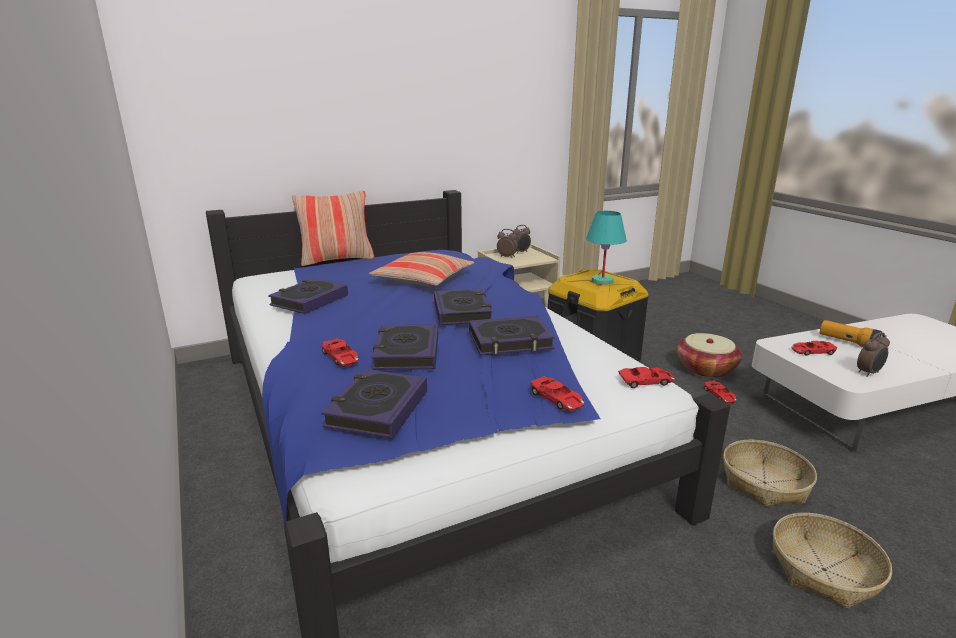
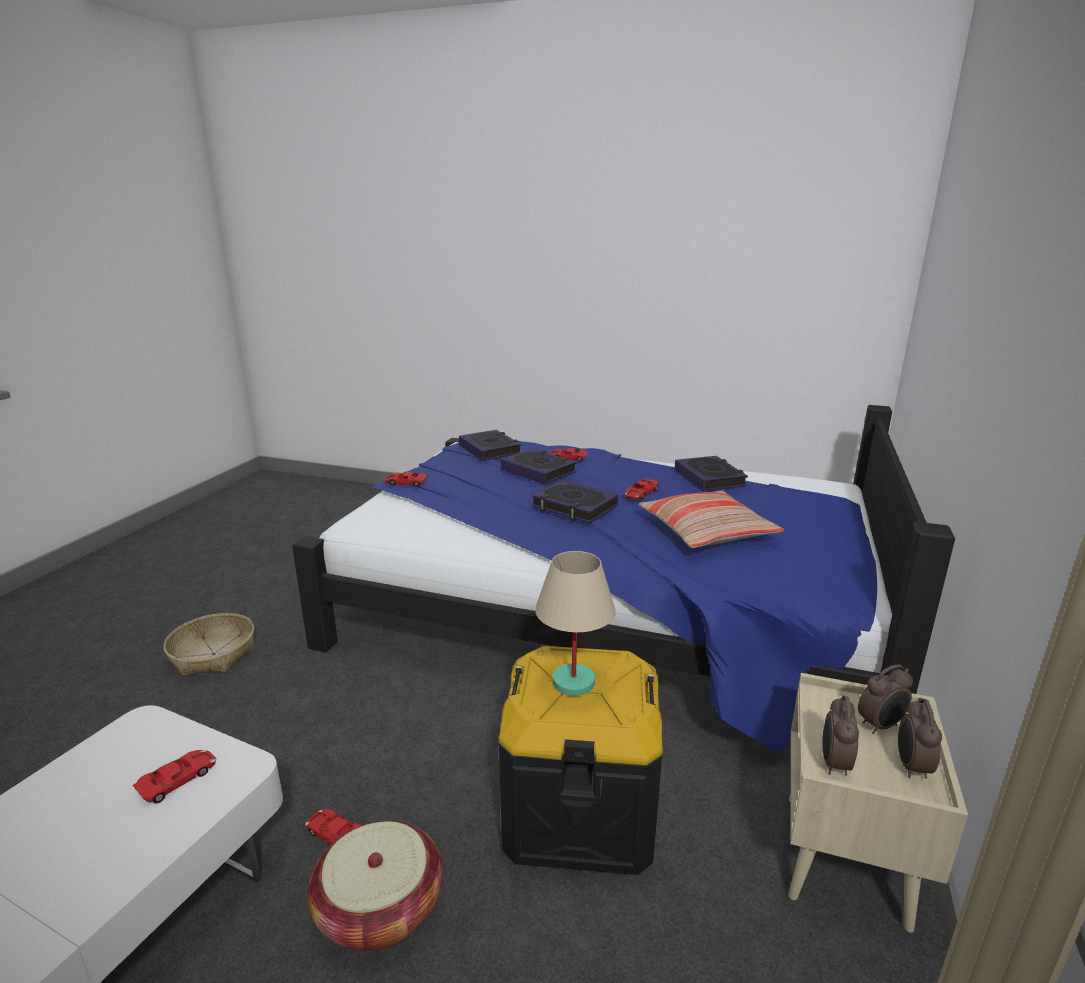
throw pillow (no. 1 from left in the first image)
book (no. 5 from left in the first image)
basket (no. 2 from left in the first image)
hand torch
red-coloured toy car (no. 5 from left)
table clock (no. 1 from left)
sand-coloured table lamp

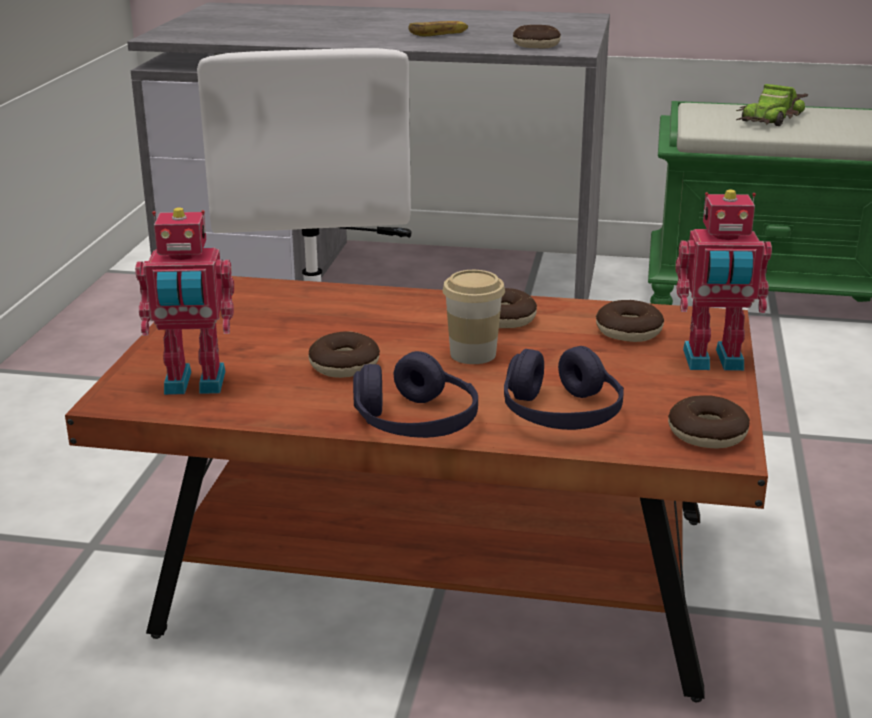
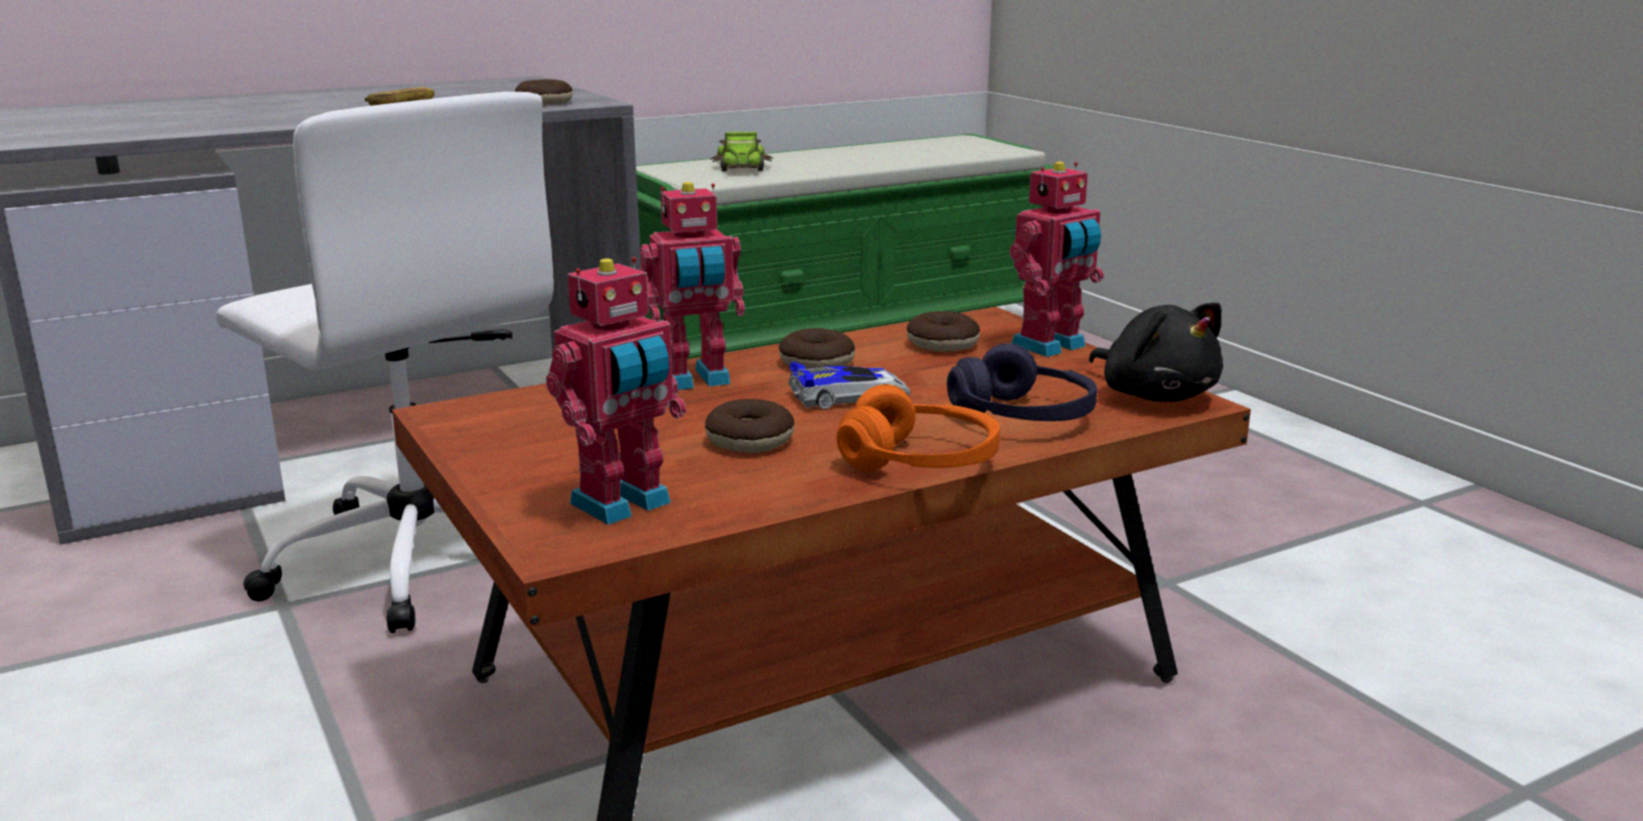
model robot (no. 2 from left)
toy car (no. 2 from left)
black cuddly toy
orange headphones

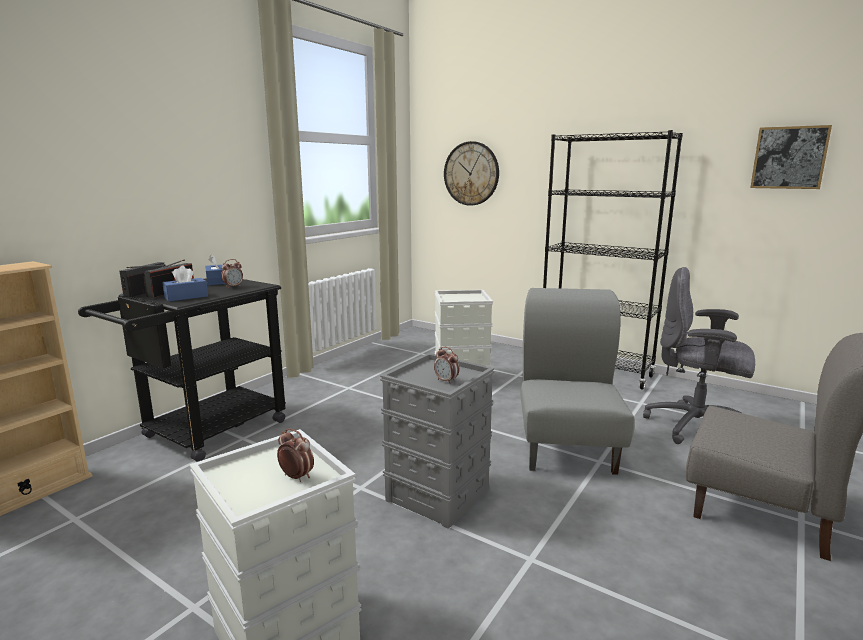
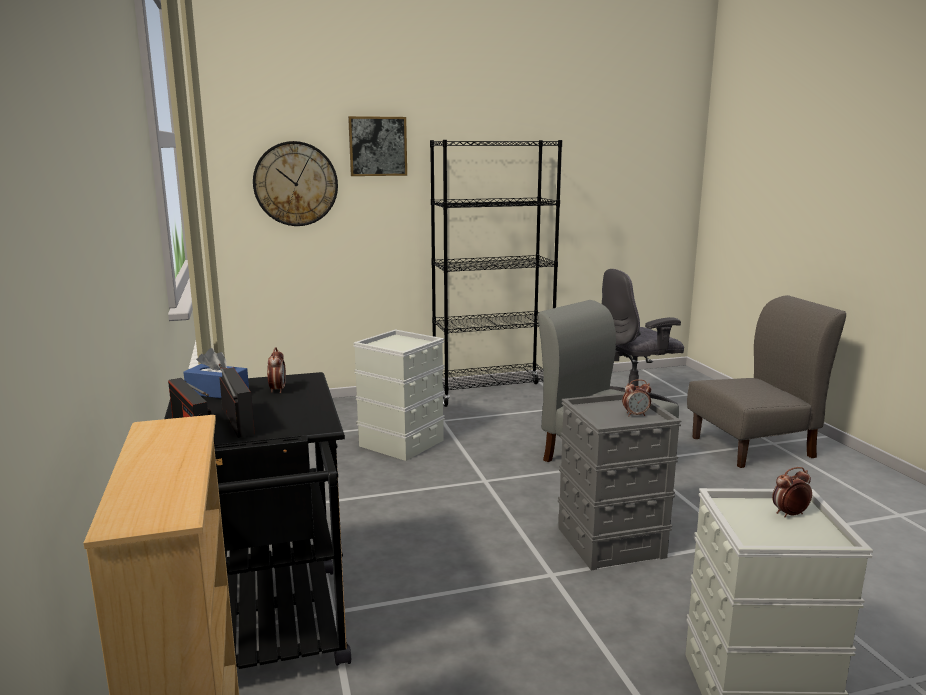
blue box of tissues (no. 1 from left in the first image)
picture

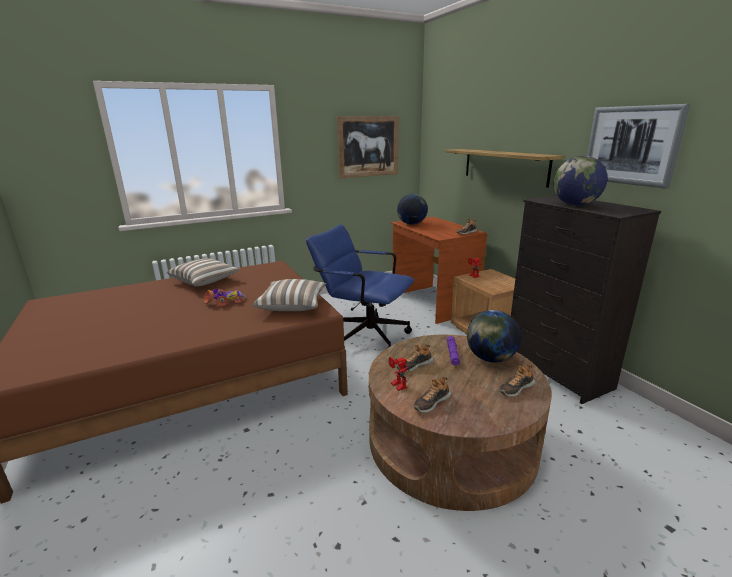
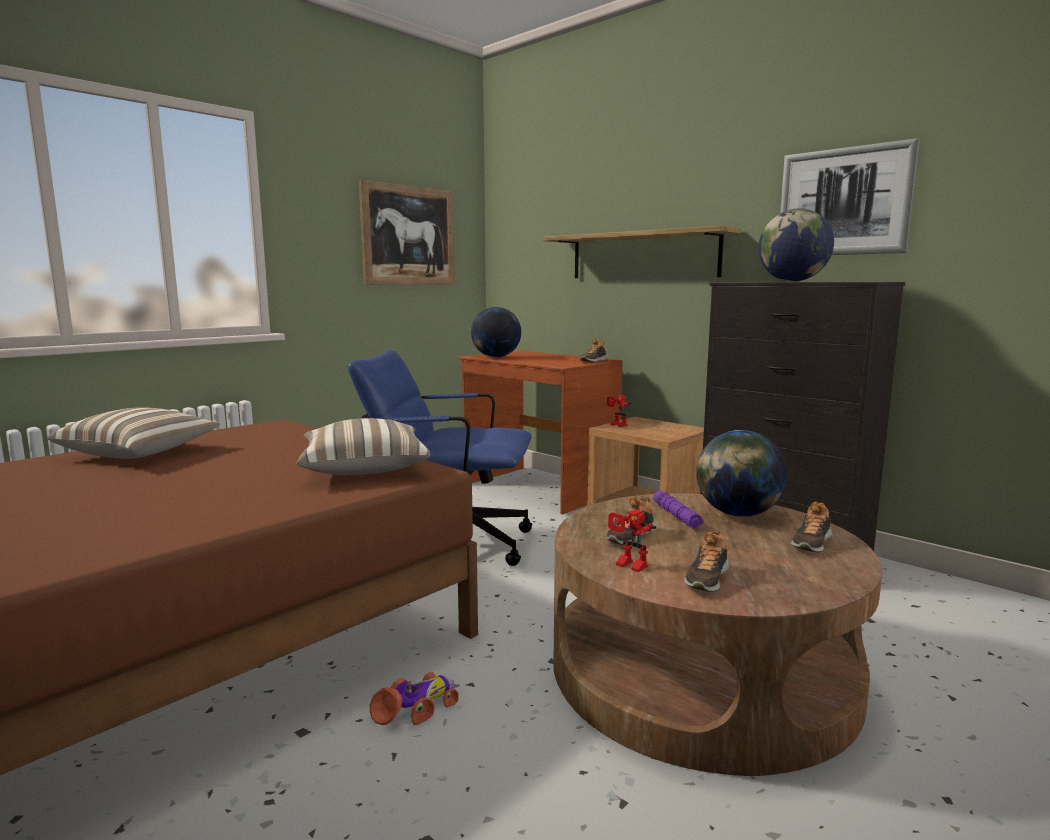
toy car

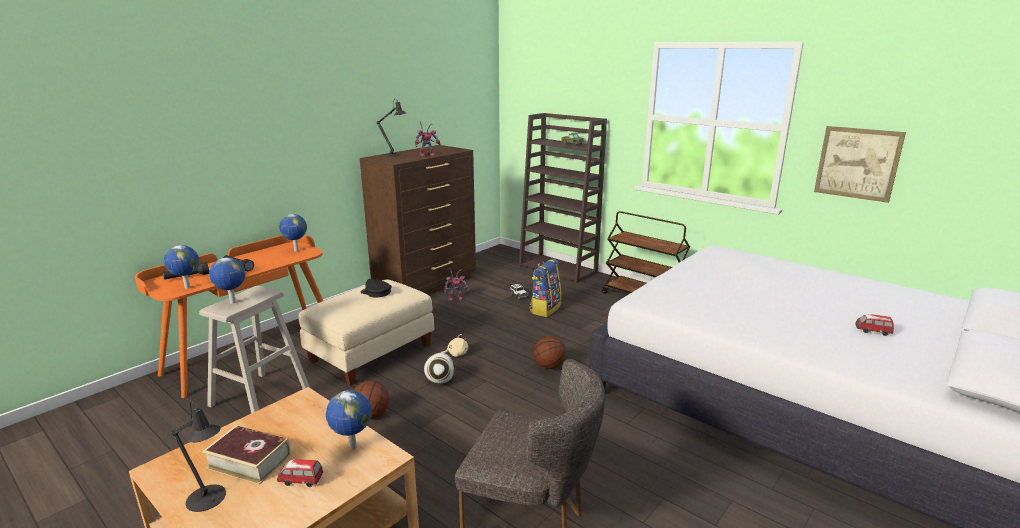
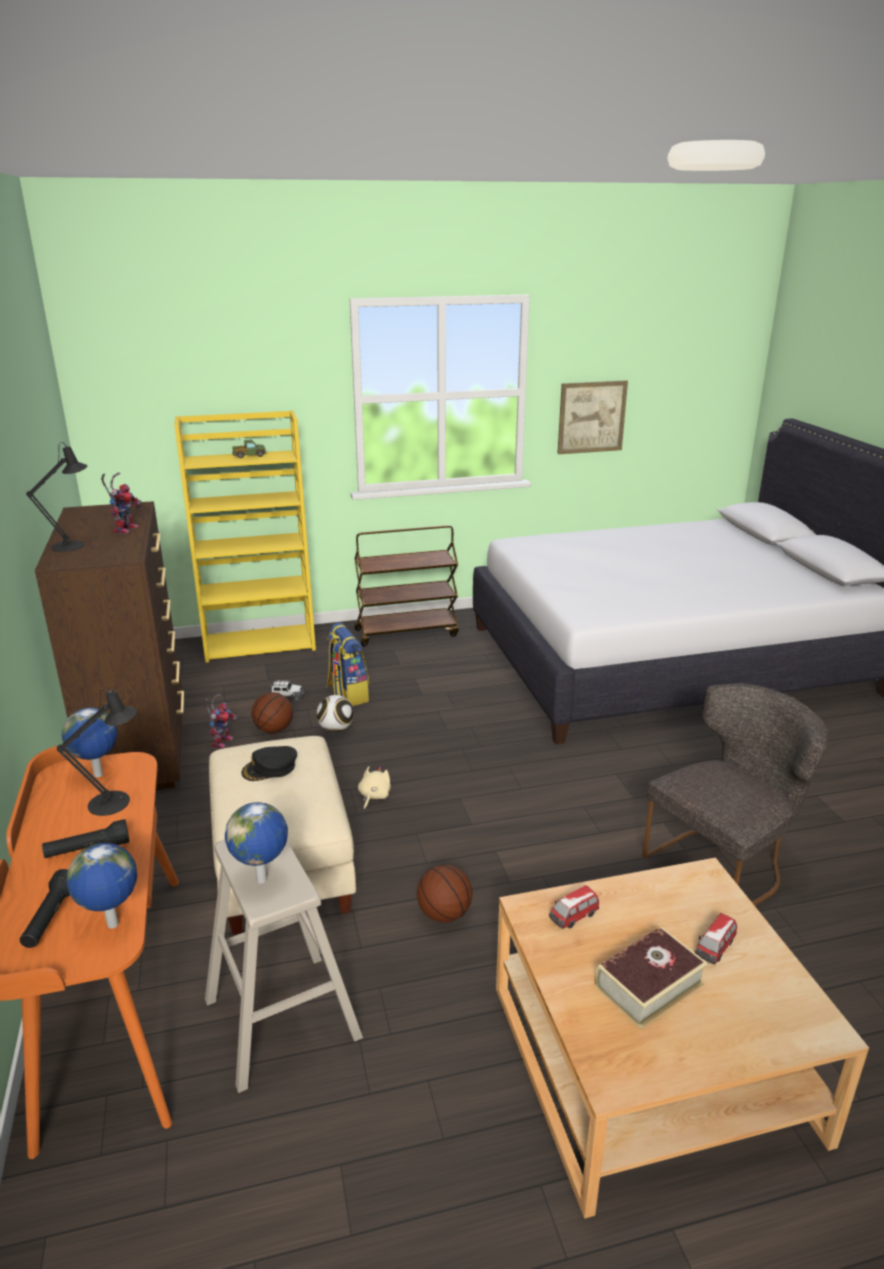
desk globe (no. 4 from left in the first image)
black table lamp (no. 2 from left)
football ball
basketball ball (no. 1 from left)
toy car (no. 2 from left)
yellow shelving unit

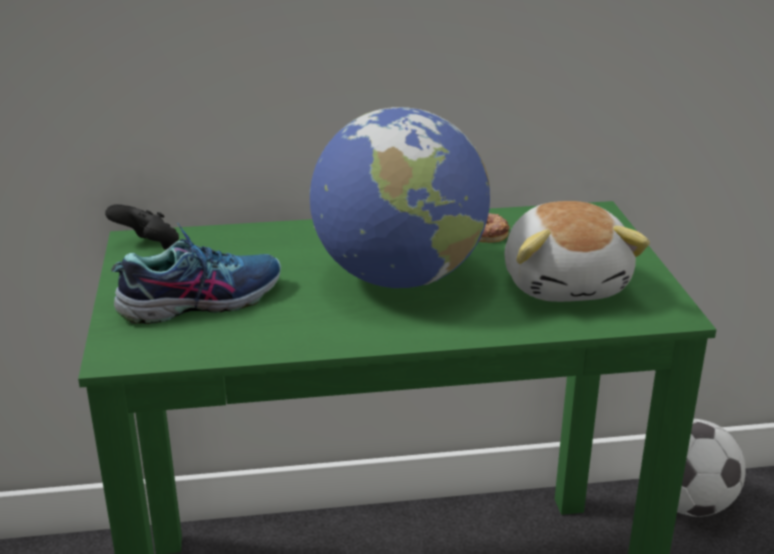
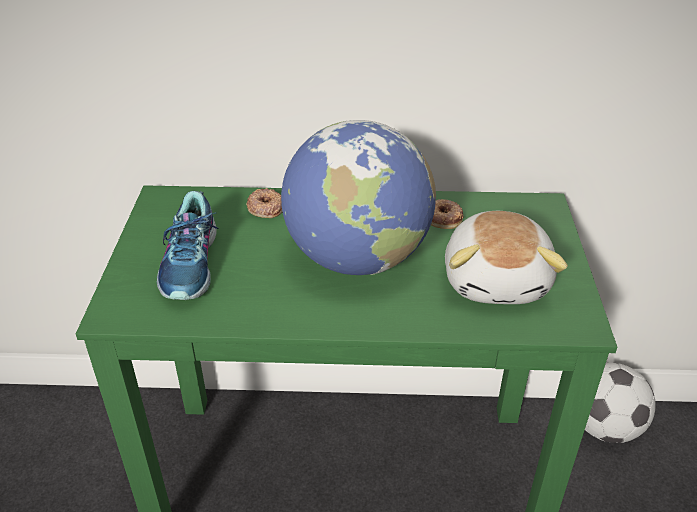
black gamepad
ring doughnut (no. 1 from left)
item of footwear

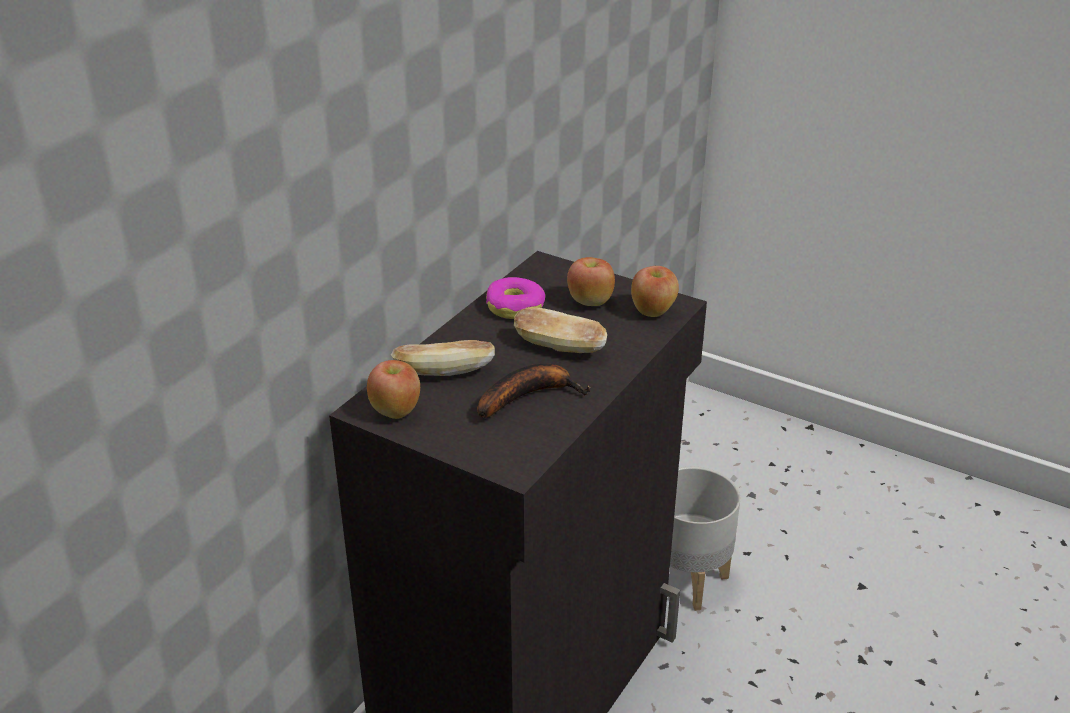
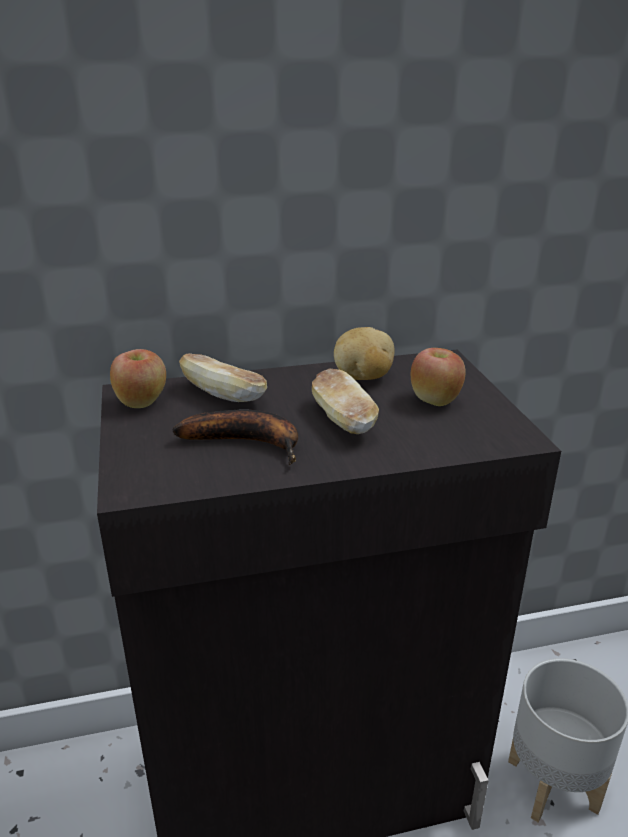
whole apple (no. 3 from left in the first image)
potato

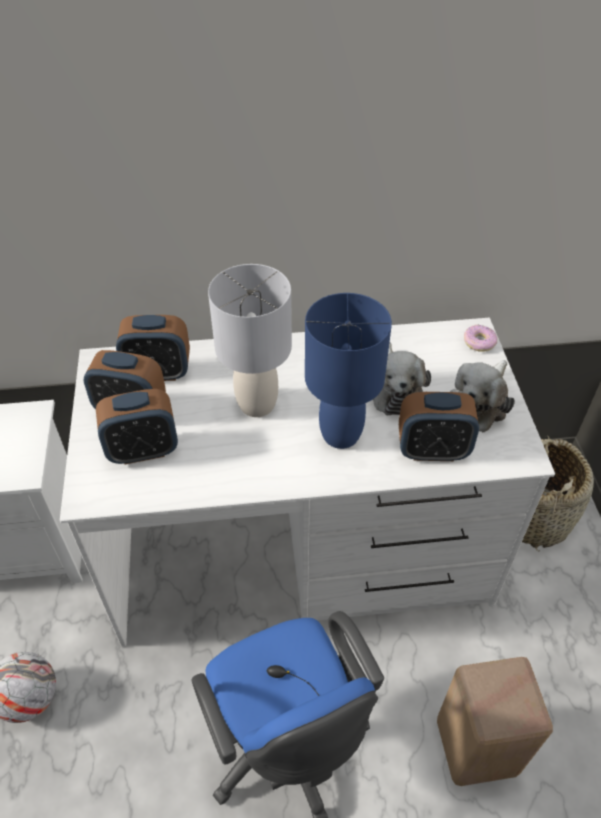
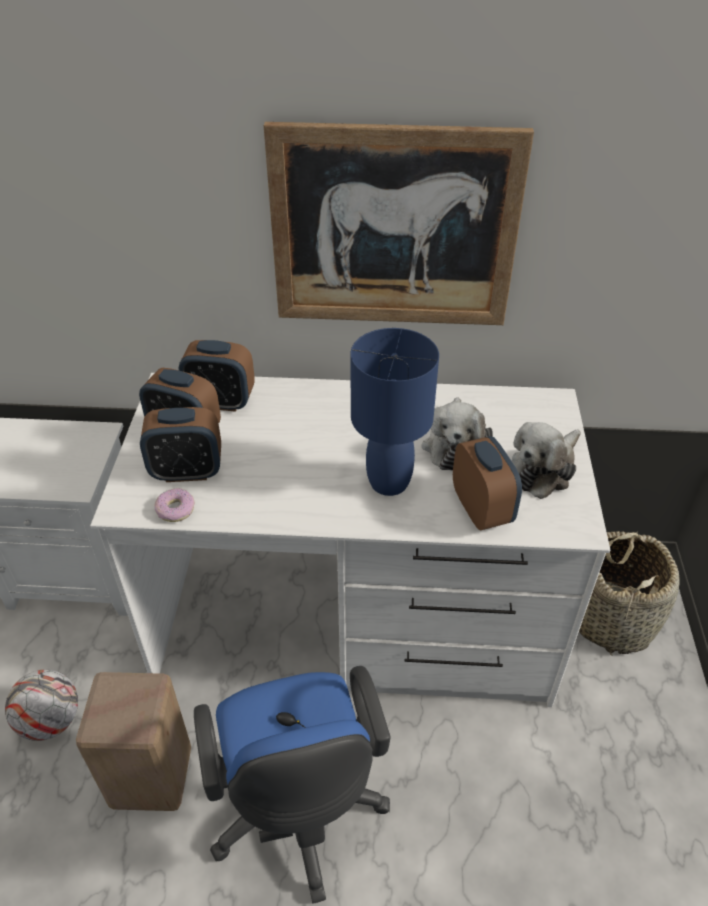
gray table lamp
picture
sand-coloured stool seat
ring doughnut
table clock (no. 4 from left)

